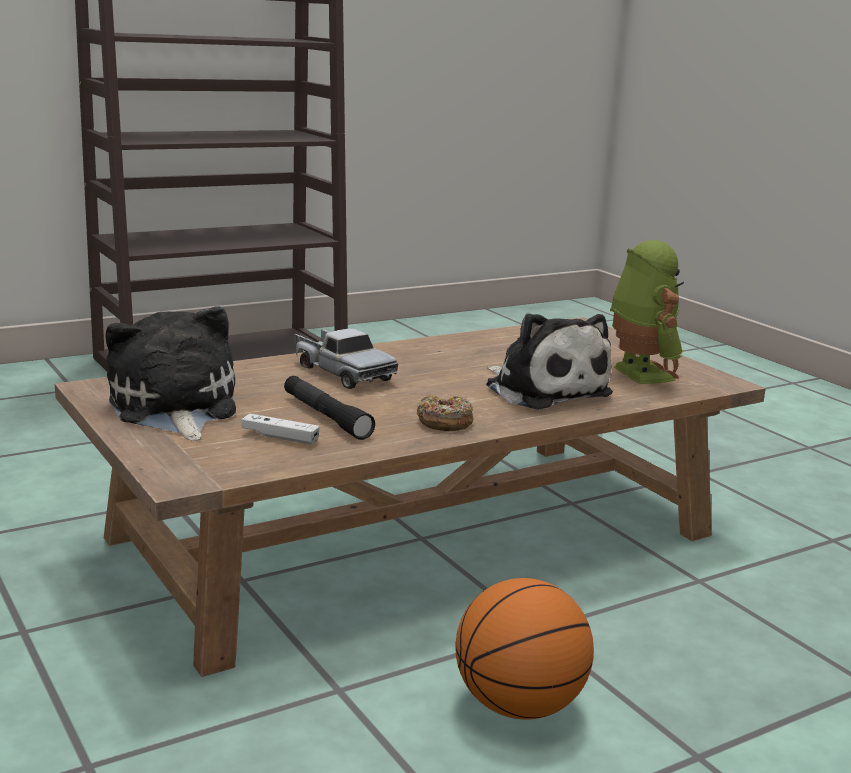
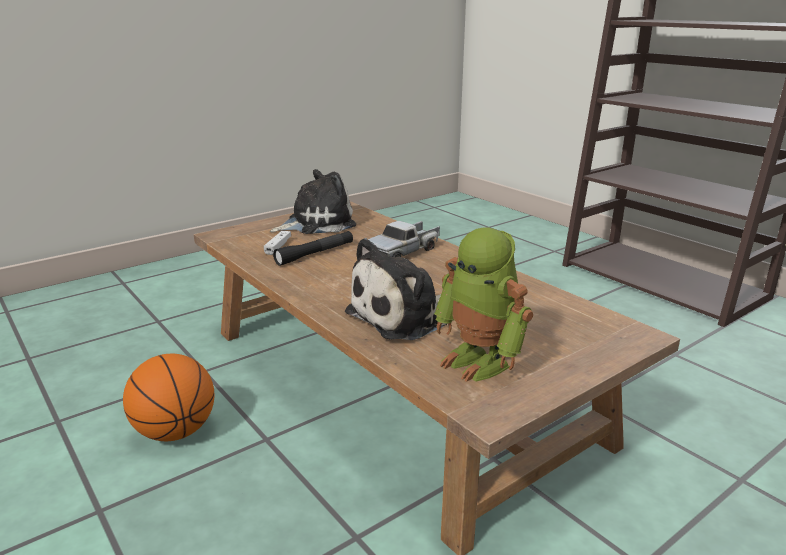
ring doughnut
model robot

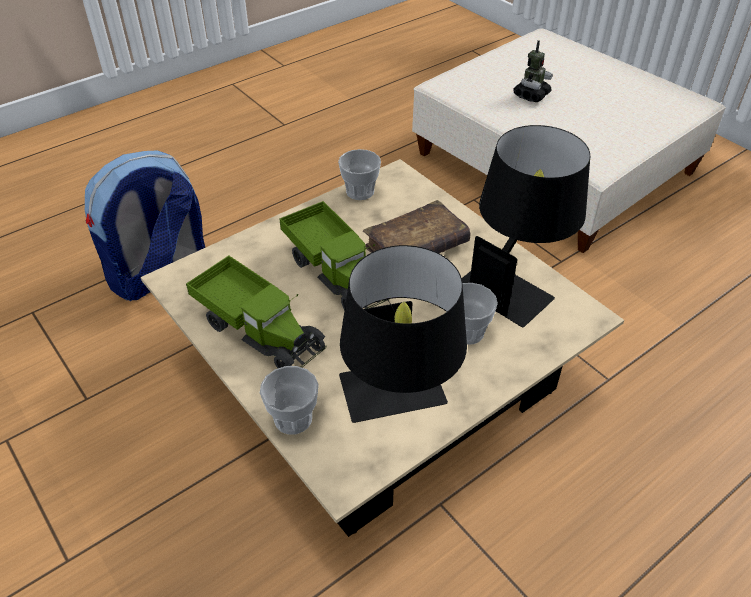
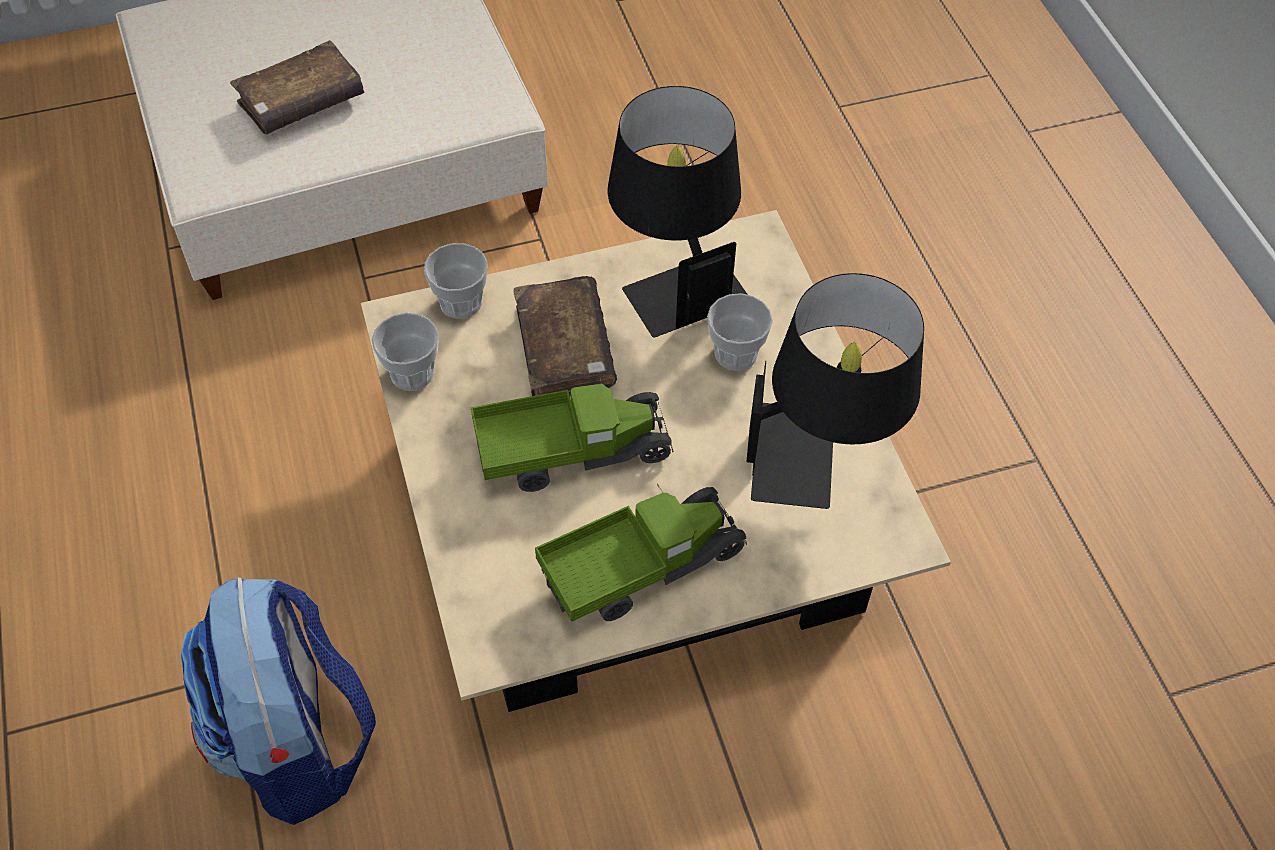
small cup (no. 2 from left)
brownish book (no. 1 from left)

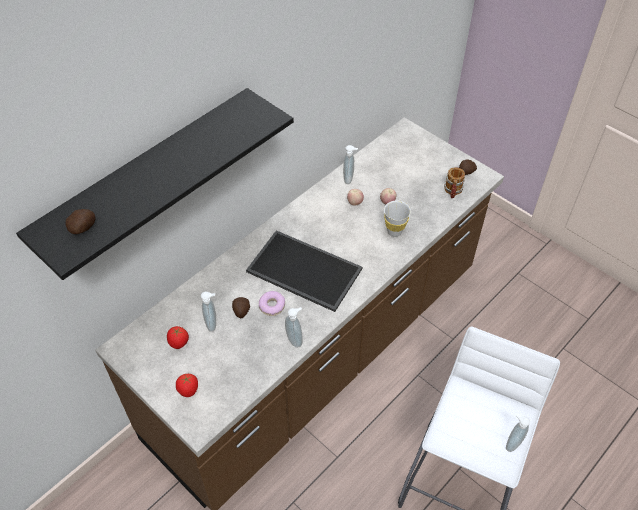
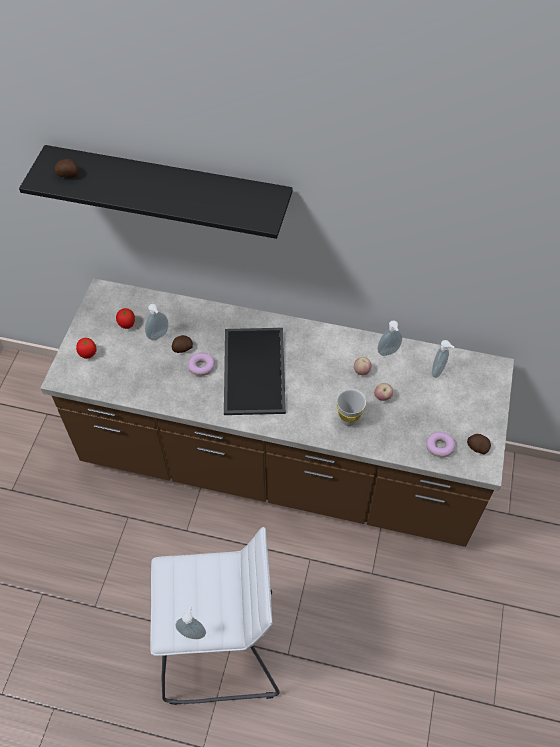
soap bottle (no. 4 from left)
ring doughnut (no. 2 from left)

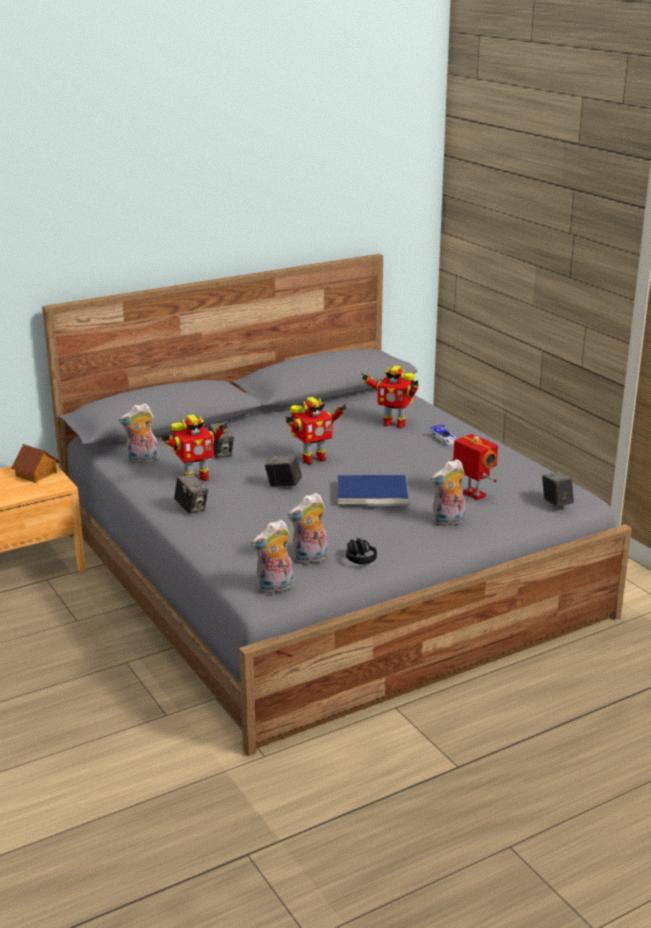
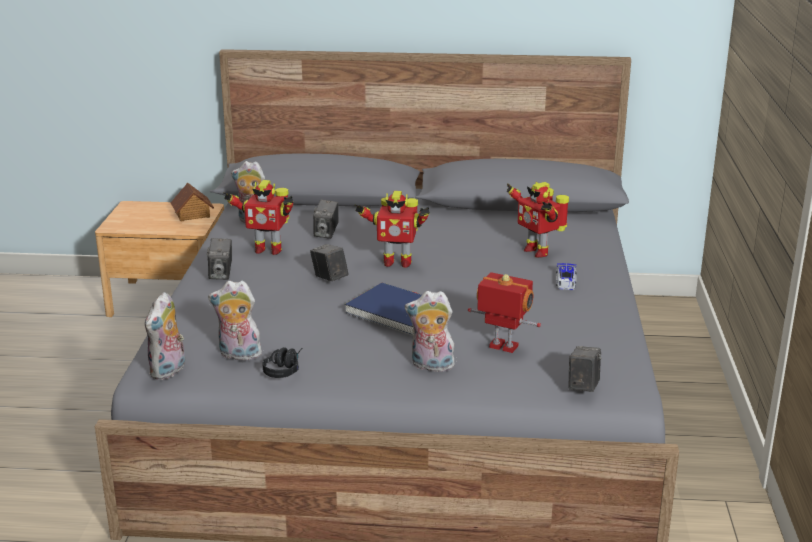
cuddly toy (no. 1 from left)
model robot (no. 3 from left)

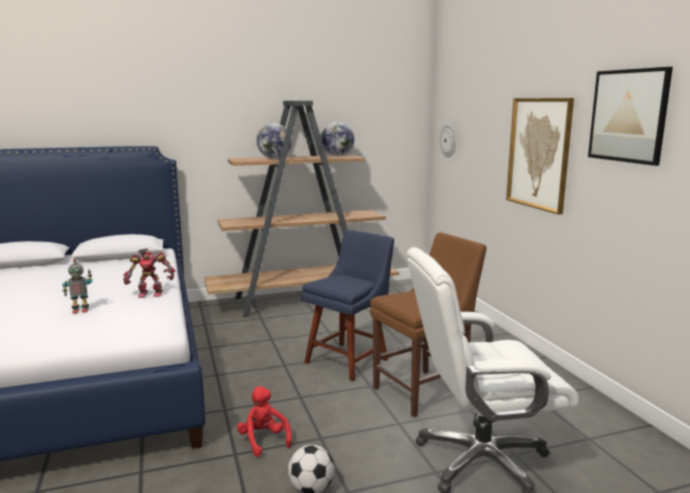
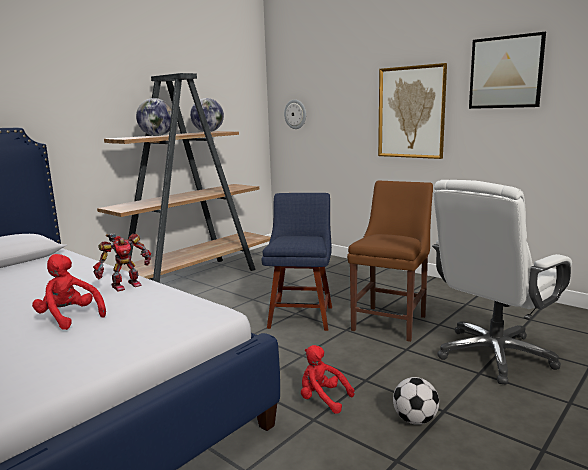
red-coloured cuddly toy (no. 1 from left)

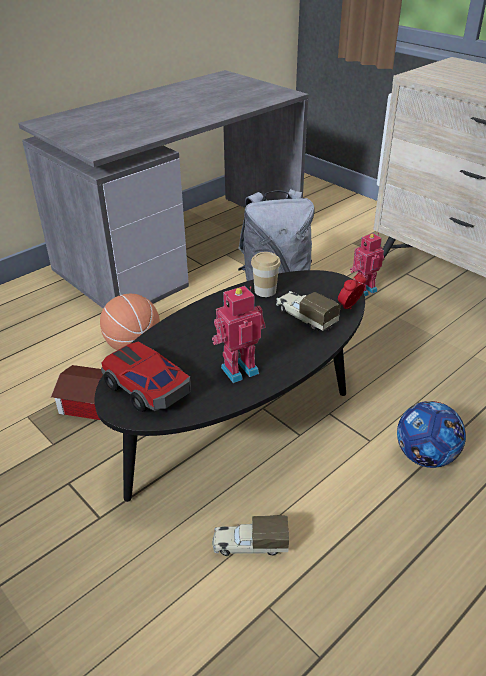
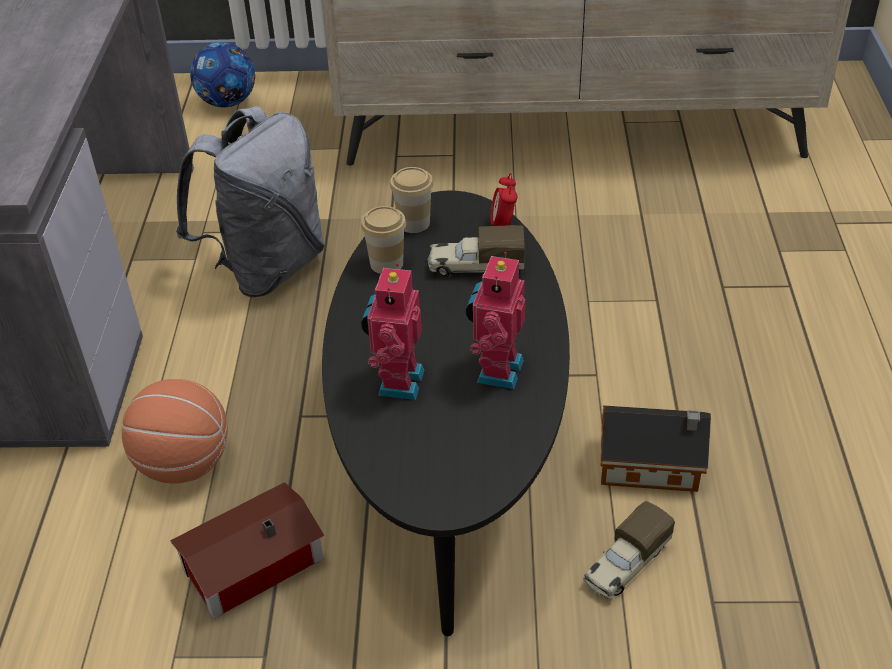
toy car
small cup (no. 2 from left)
model house (no. 2 from left)
model robot (no. 1 from left)
football ball

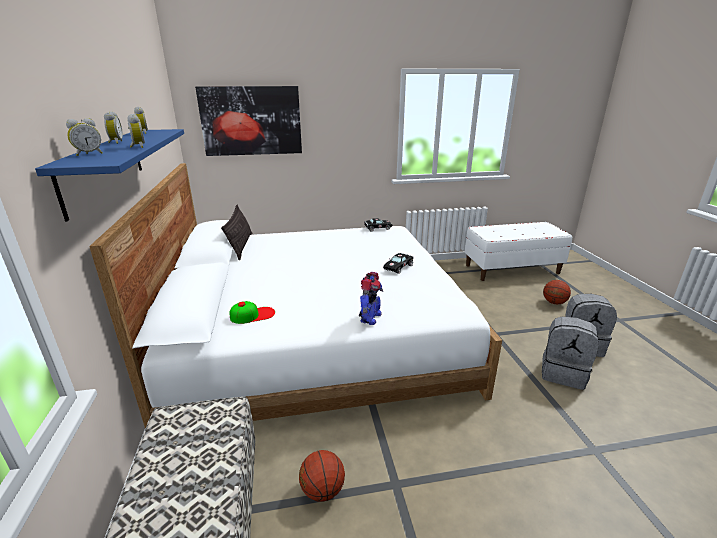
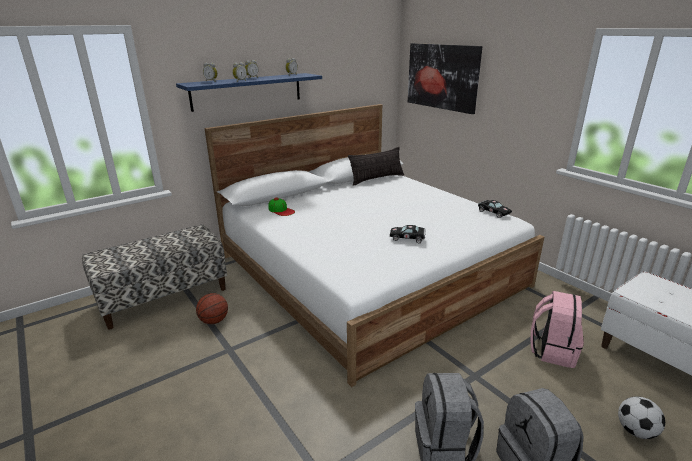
model robot
pink-coloured rucksack
football ball

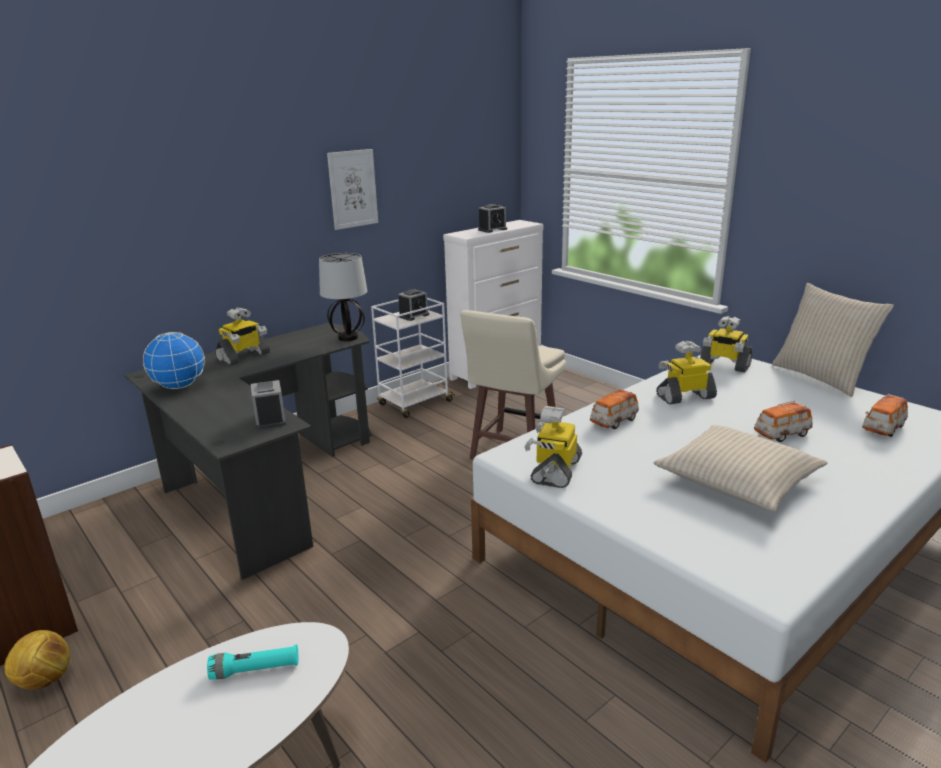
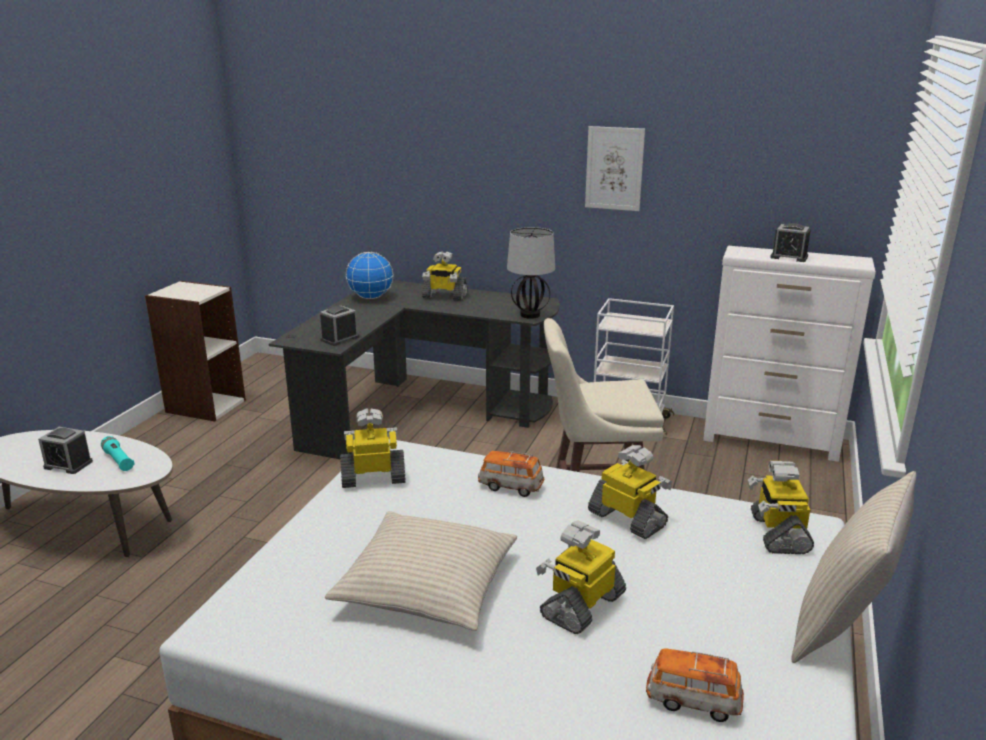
football ball
table clock (no. 1 from left)
model robot (no. 3 from left)

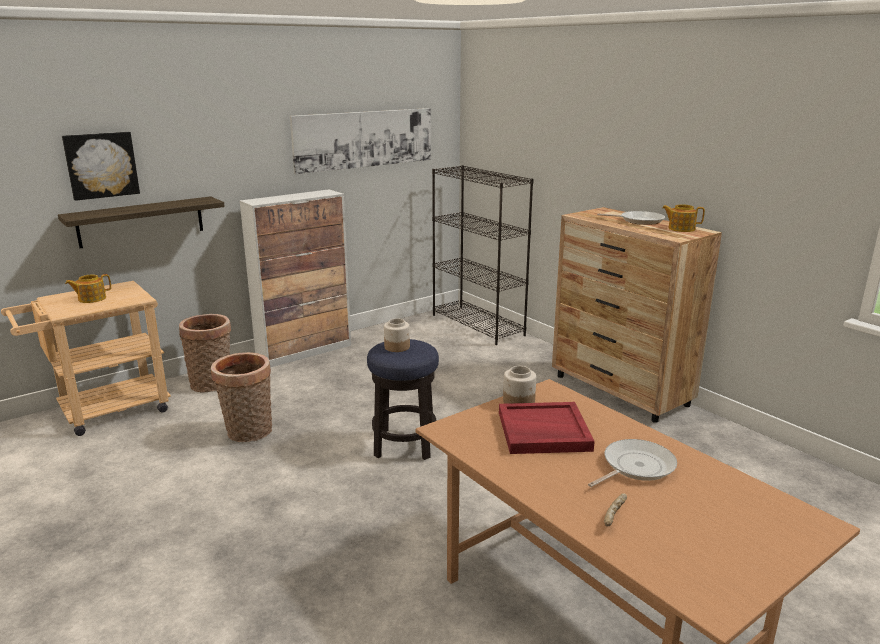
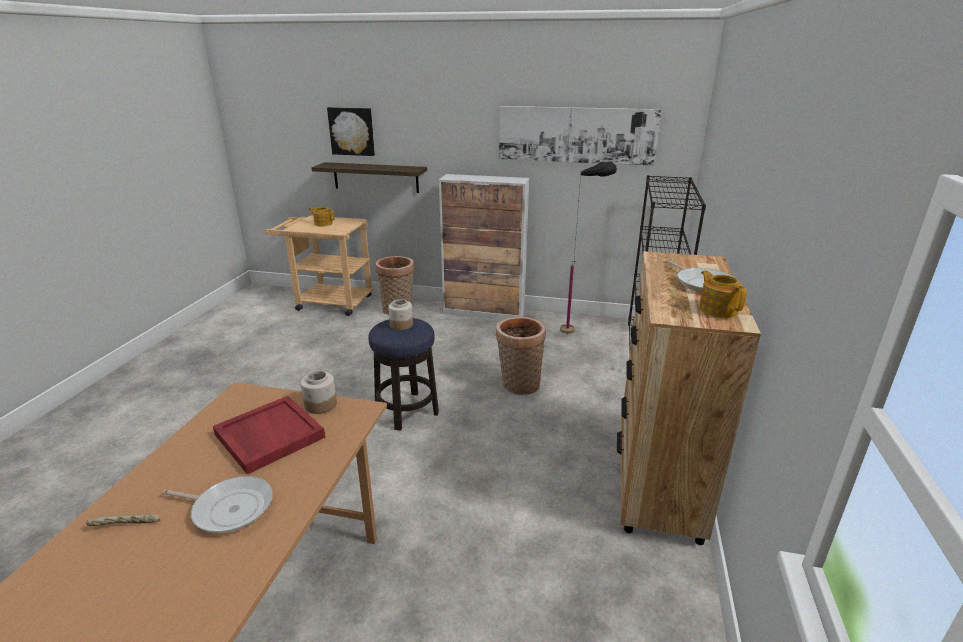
black floor lamp
basket (no. 2 from left)

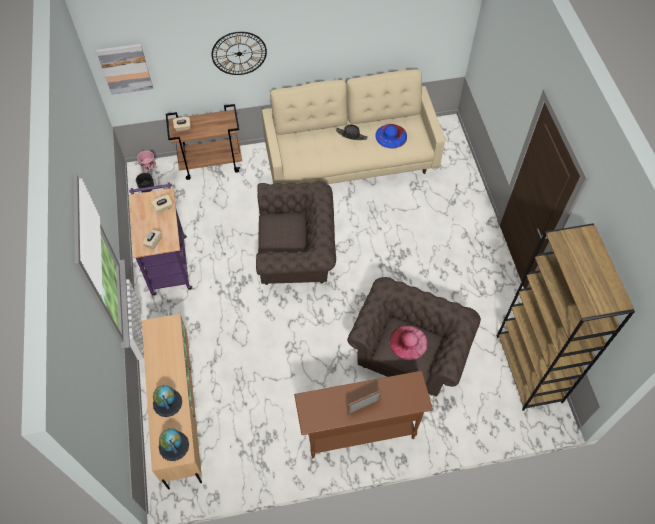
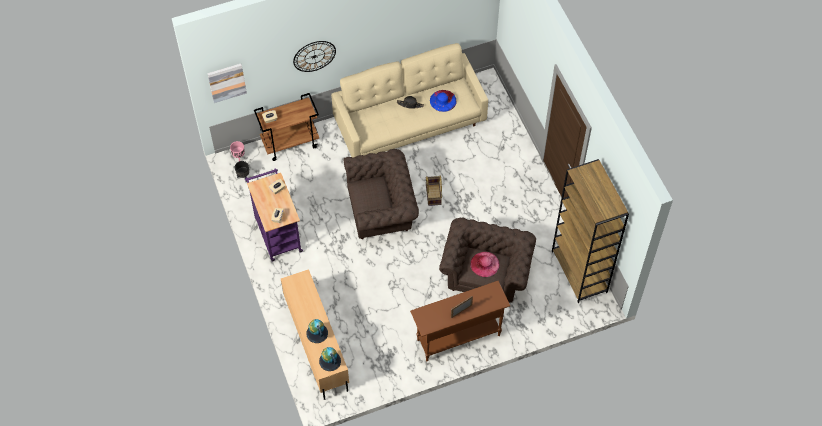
basket

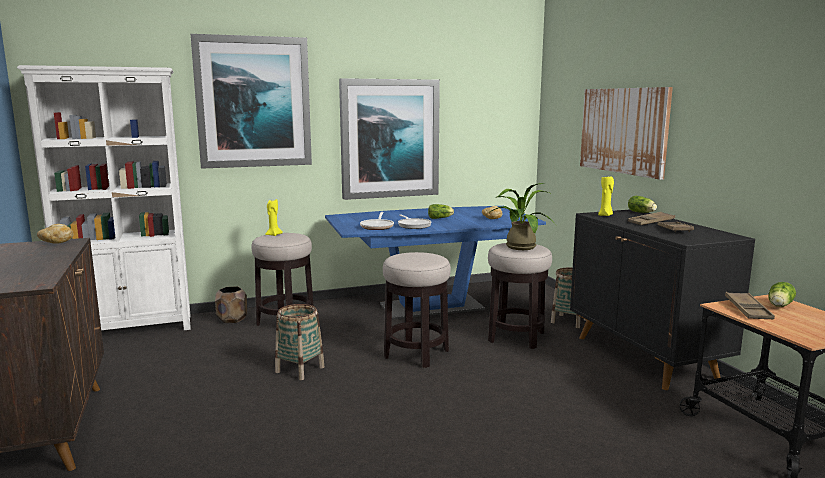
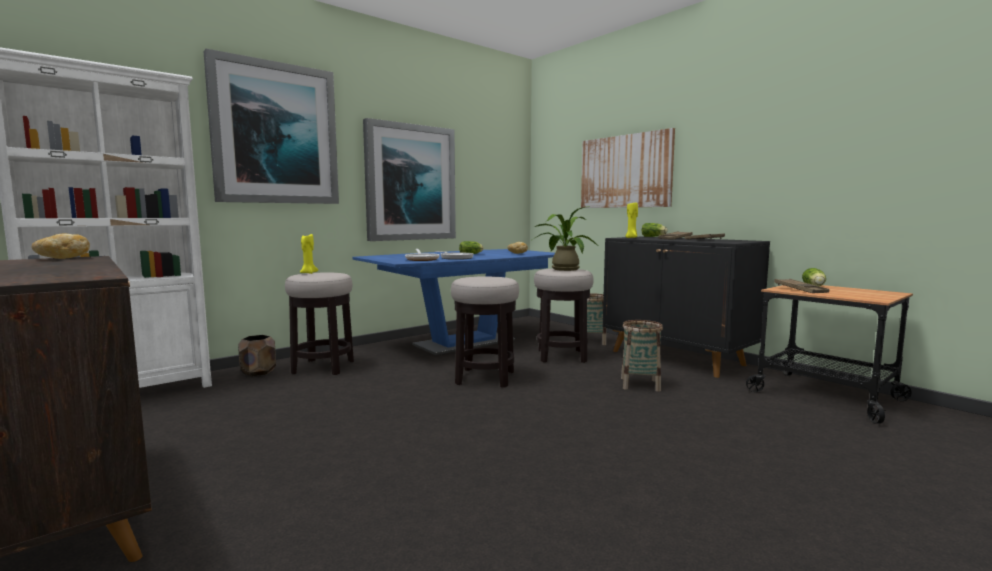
basket (no. 2 from left)

